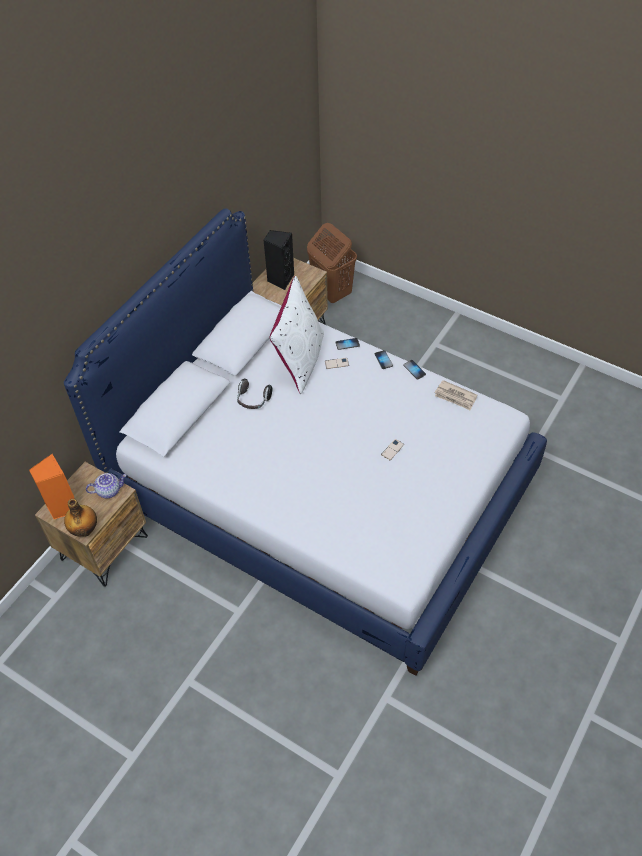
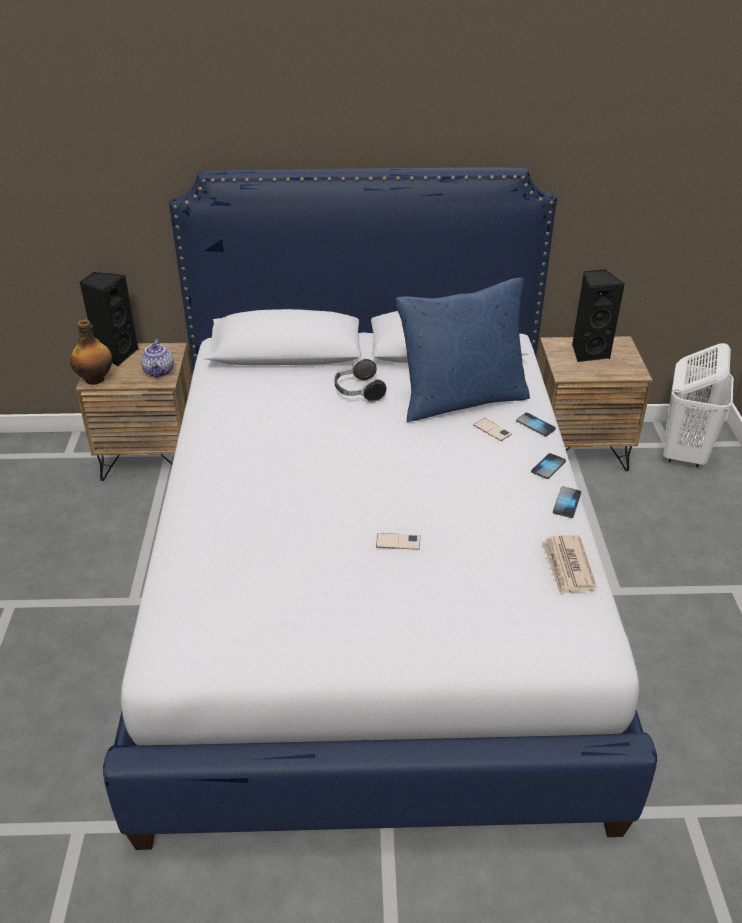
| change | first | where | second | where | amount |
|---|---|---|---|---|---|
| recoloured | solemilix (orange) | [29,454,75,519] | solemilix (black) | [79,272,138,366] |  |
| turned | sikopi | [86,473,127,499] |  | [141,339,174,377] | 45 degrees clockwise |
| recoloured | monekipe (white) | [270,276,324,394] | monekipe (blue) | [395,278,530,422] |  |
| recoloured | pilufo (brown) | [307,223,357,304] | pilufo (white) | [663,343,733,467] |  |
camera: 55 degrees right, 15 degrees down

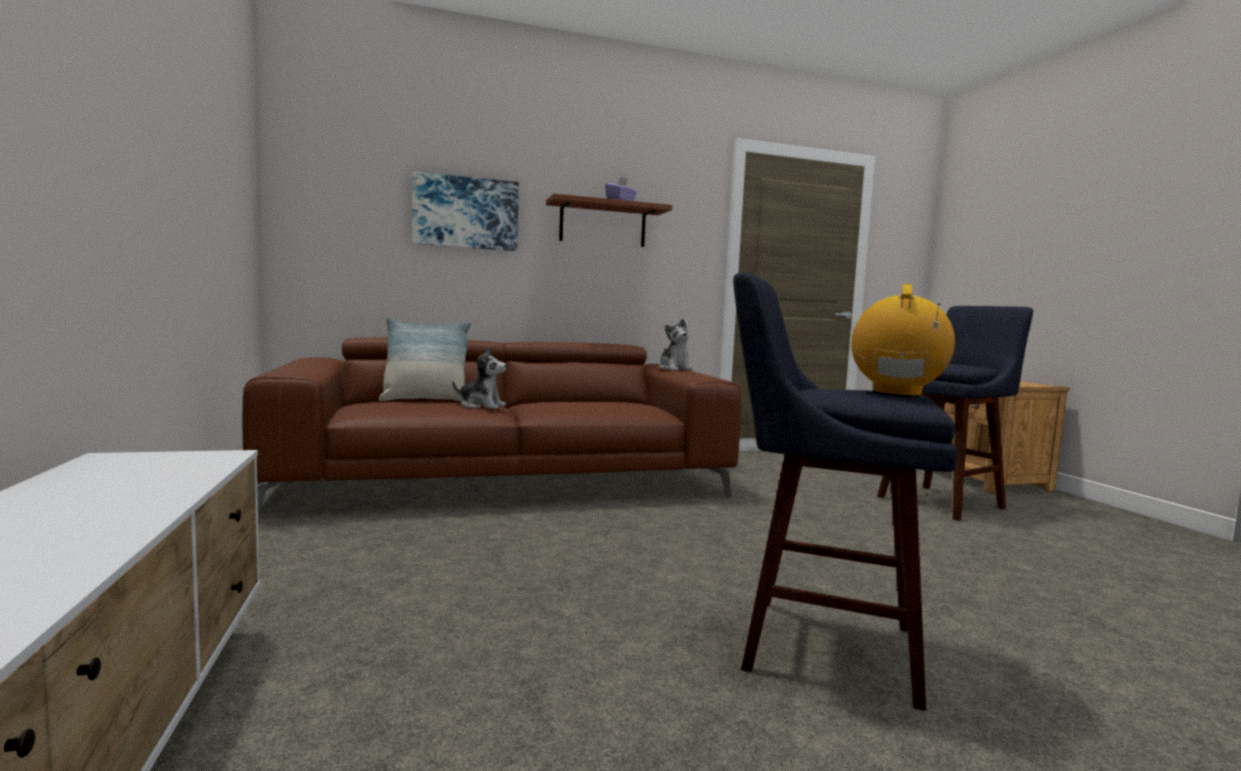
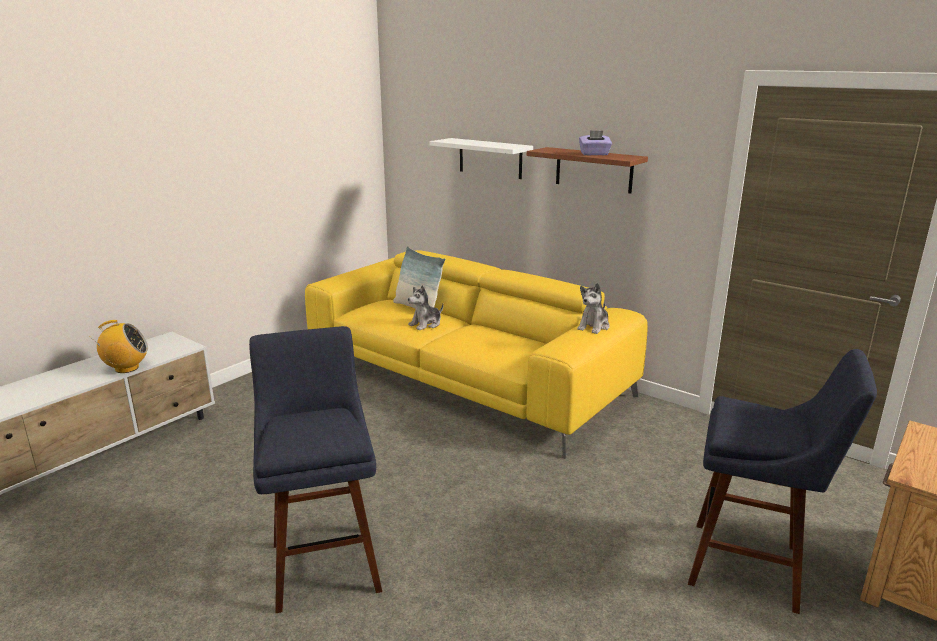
| change | first | where | second | where | amount |
|---|---|---|---|---|---|
| recoloured | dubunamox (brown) | [242,338,741,518] | dubunamox (yellow) | [305,250,648,459] |  |
| replaced | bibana | [412,172,519,251] | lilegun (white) | [429,138,533,179] |  |
| turned | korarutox | [452,346,507,409] |  | [408,285,443,330] | 75 degrees clockwise |
| moved | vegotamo | [851,284,955,397] |  | [93,320,148,373] |  |
camera: 55 degrees right, 15 degrees up

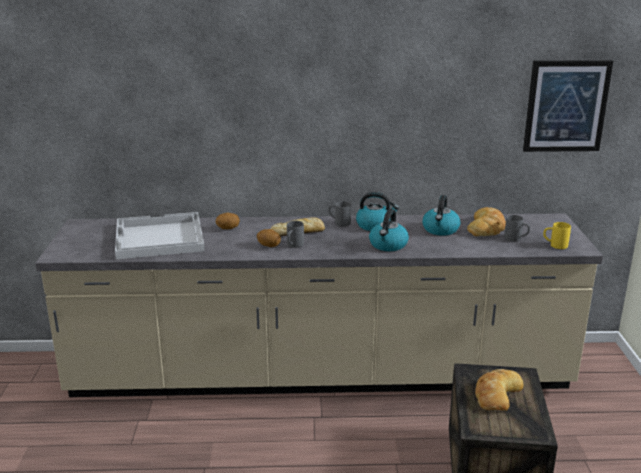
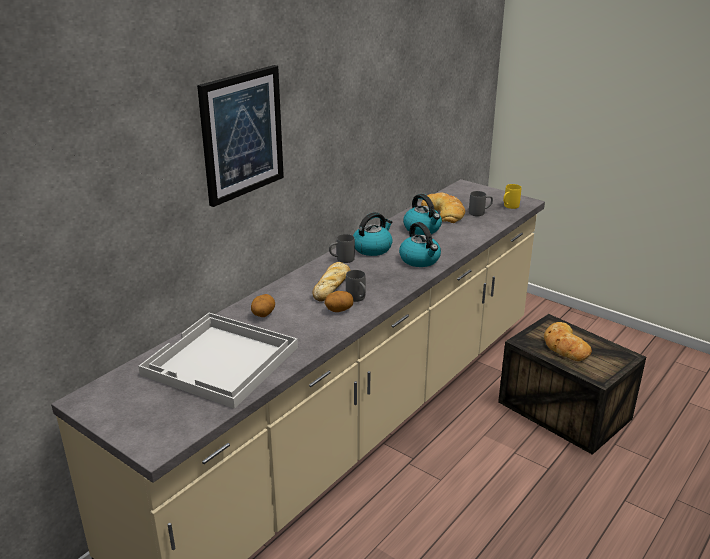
| change | first | where | second | where | amount |
|---|---|---|---|---|---|
| moved | bibana | [523,60,613,152] |  | [197,65,284,207] |  |
camera: 50 degrees left, 5 degrees up

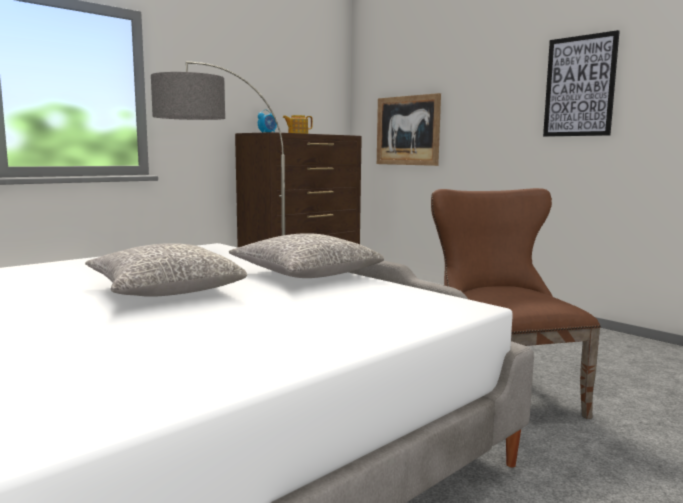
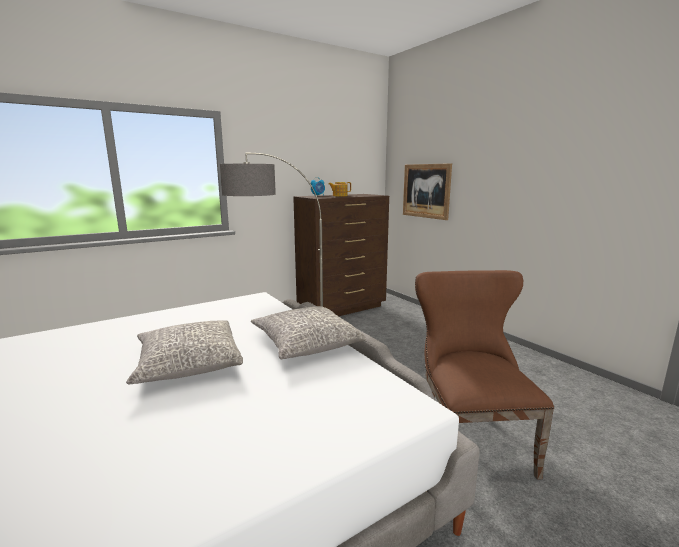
| change | first | where | second | where | amount |
|---|---|---|---|---|---|
| removed | bibana | [543,30,620,137] |  |  |  |
camera: 10 degrees right, 5 degrees up

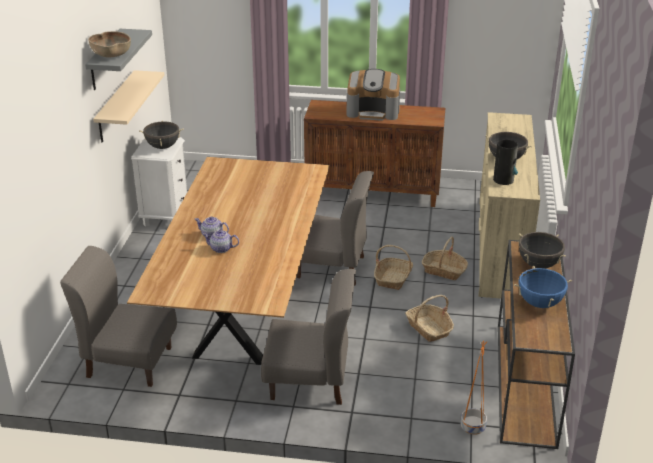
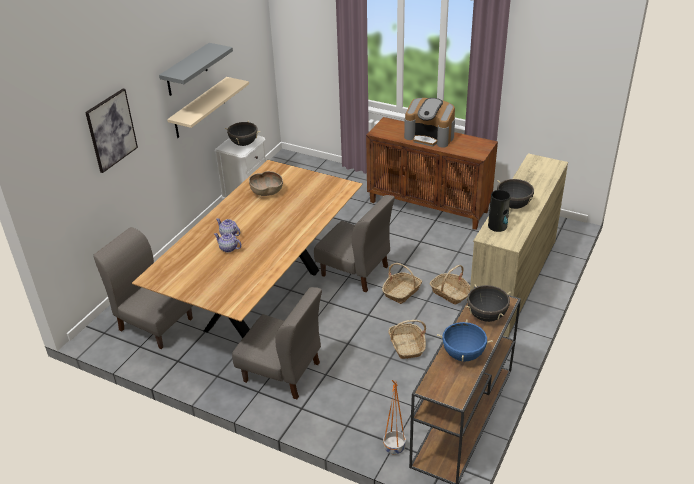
| change | first | where | second | where | amount |
|---|---|---|---|---|---|
| moved | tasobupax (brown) | [88,31,131,58] |  | [249,171,283,196] |  |
| added |  |  | bibana | [85,89,138,173] |  |
camera: 20 degrees right, 5 degrees up

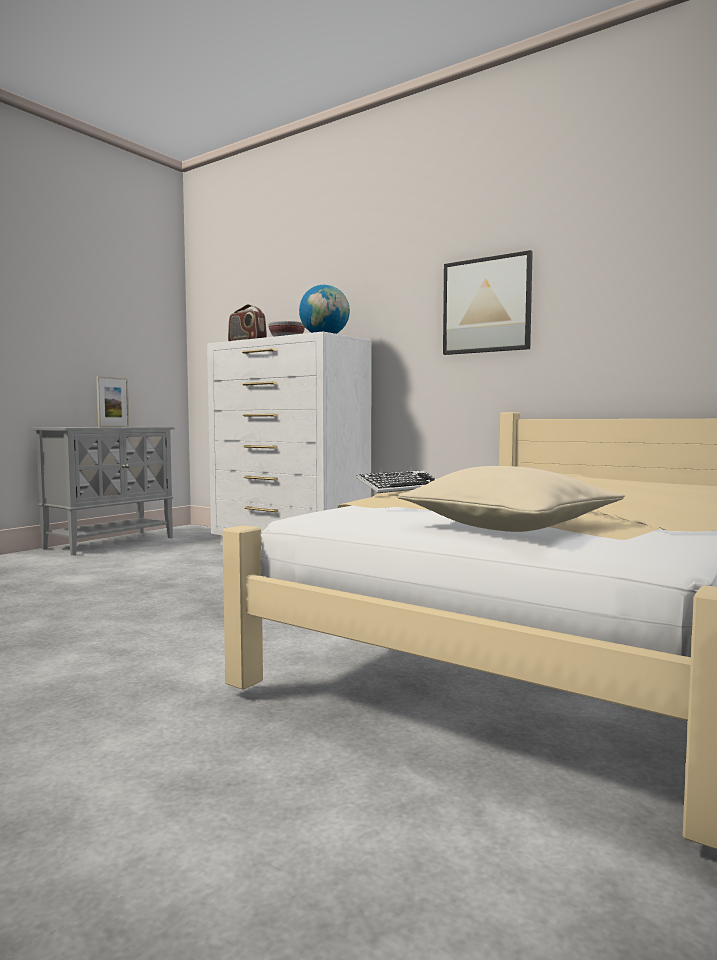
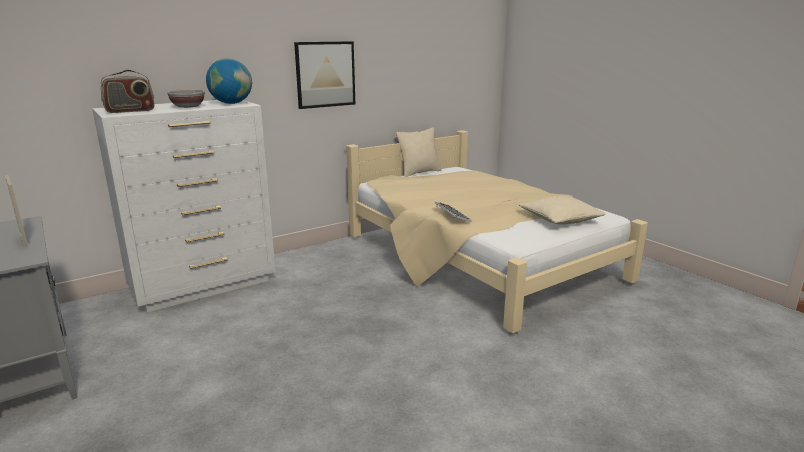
| change | first | where | second | where | amount |
|---|---|---|---|---|---|
| added |  |  | monekipe (beige) | [396,127,442,177] |  |
camera: 70 degrees left, 15 degrees up

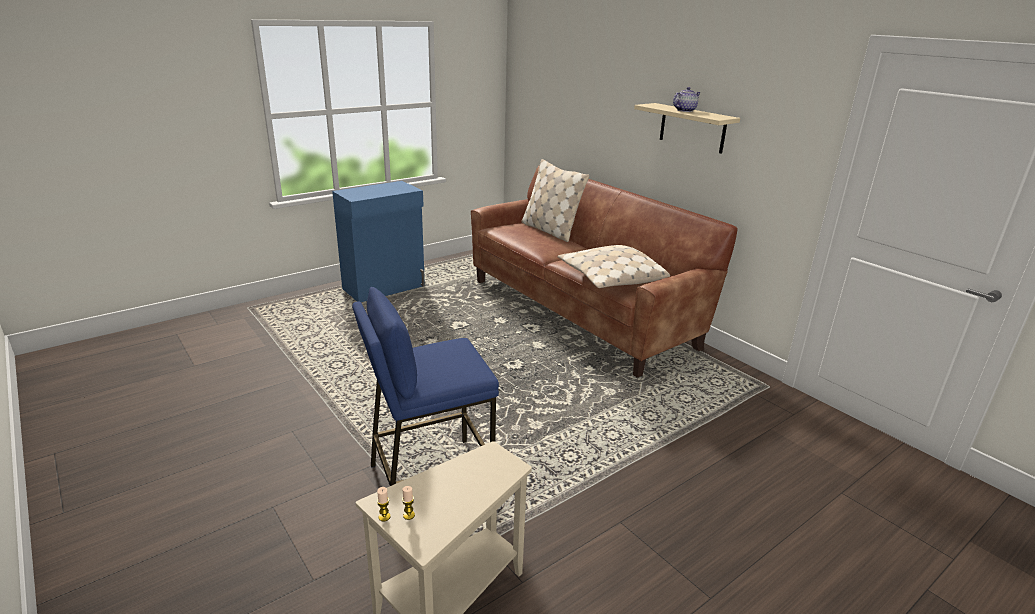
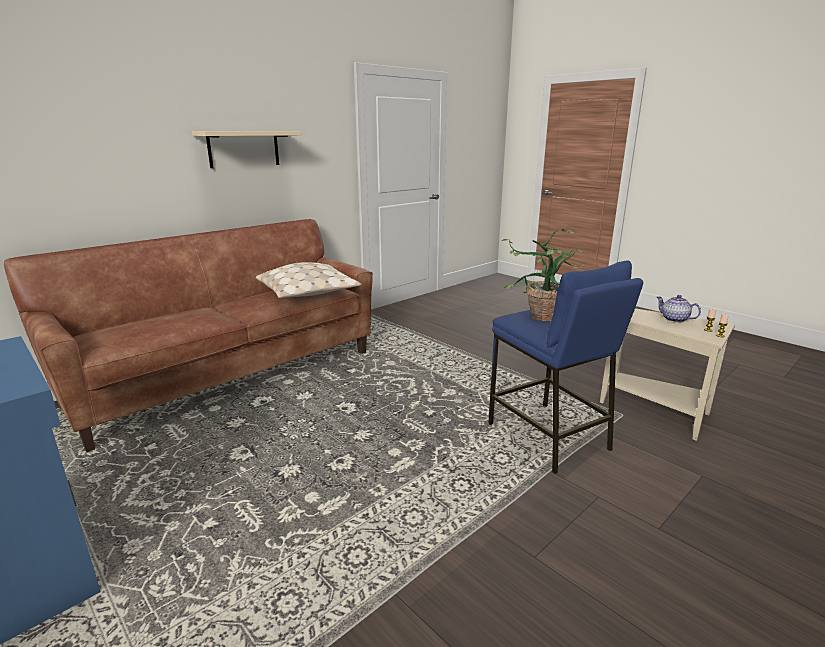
| change | first | where | second | where | amount |
|---|---|---|---|---|---|
| removed | monekipe (beige) | [521,159,589,242] |  |  |  |
| moved | sikopi | [673,87,701,112] |  | [657,295,701,323] |  |
| added |  |  | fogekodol | [502,229,585,321] |  |
camera: 95 degrees left, 5 degrees down

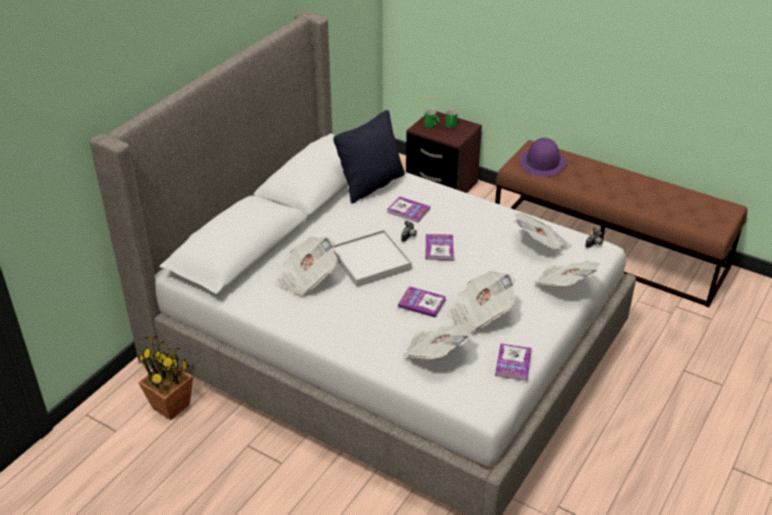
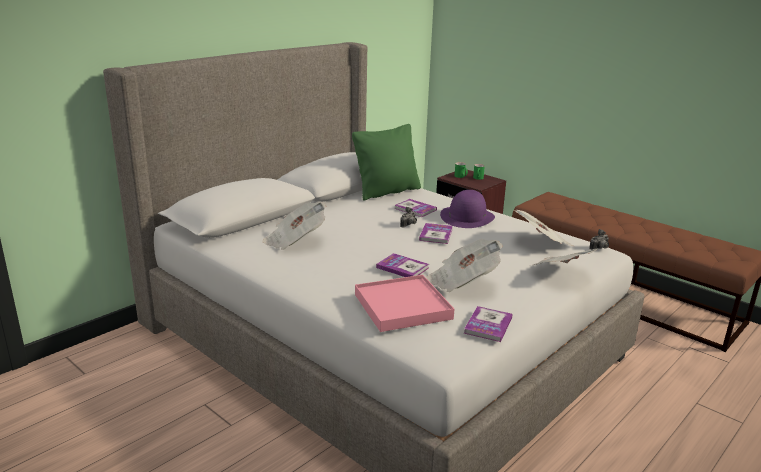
| change | first | where | second | where | amount |
|---|---|---|---|---|---|
| removed | fogekodol | [138,336,193,420] |  |  |  |
| recoloured | monekipe (black) | [333,110,405,204] | monekipe (green) | [352,124,421,200] |  |
| removed | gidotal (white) | [333,230,412,287] |  |  |  |
| replaced | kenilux | [403,324,471,359] | gidotal (pink) | [355,275,454,332] |  |
| moved | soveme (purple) | [519,138,567,177] |  | [440,190,495,228] |  |
camera: 10 degrees right, 15 degrees down

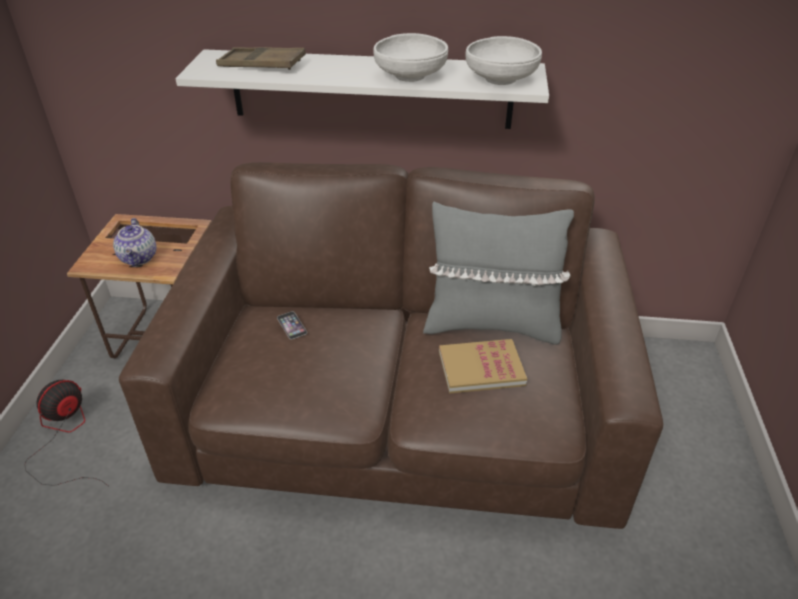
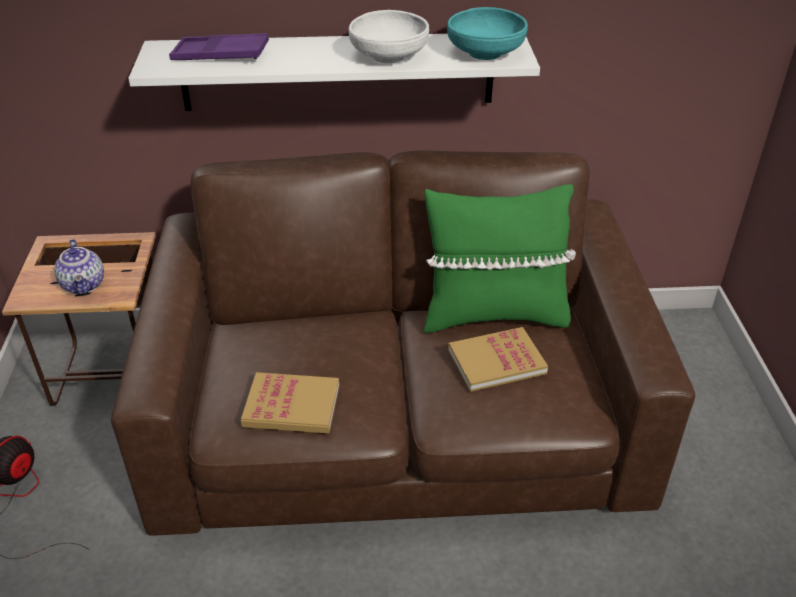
| change | first | where | second | where | amount |
|---|---|---|---|---|---|
| recoloured | gidotal (brown) | [216,47,306,70] | gidotal (purple) | [169,33,269,60] |  |
| removed | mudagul | [277,311,307,339] |  |  |  |
| recoloured | monekipe (grey) | [423,201,574,345] | monekipe (green) | [424,184,576,333] |  |
| recoloured | tasobupax (white) | [466,36,542,85] | tasobupax (turquoise) | [447,7,528,60] |  |
| added |  |  | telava | [241,372,339,433] |  |
camera: 10 degrees left, 0 degrees up

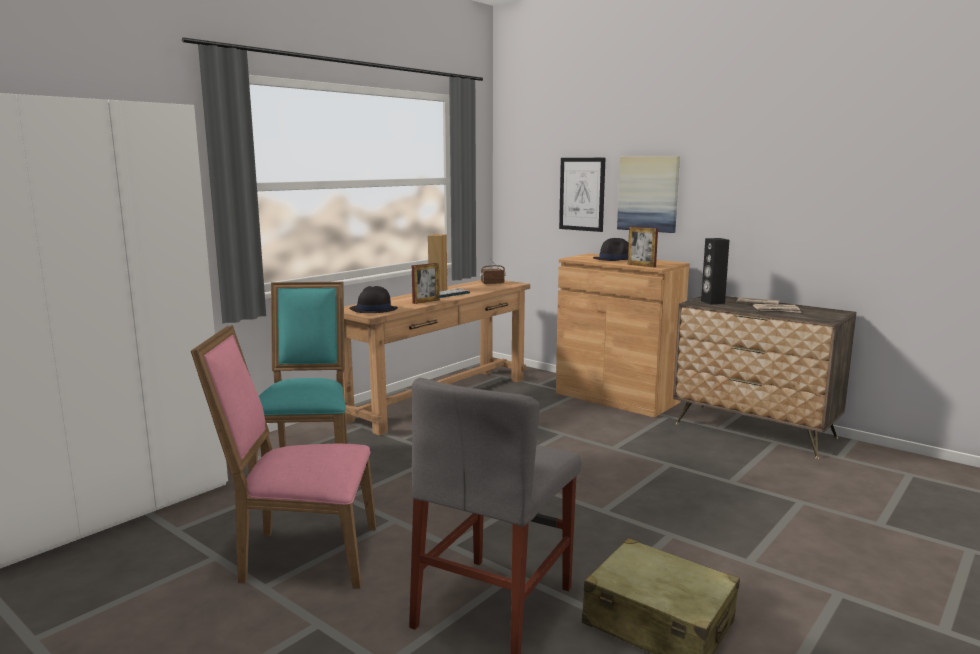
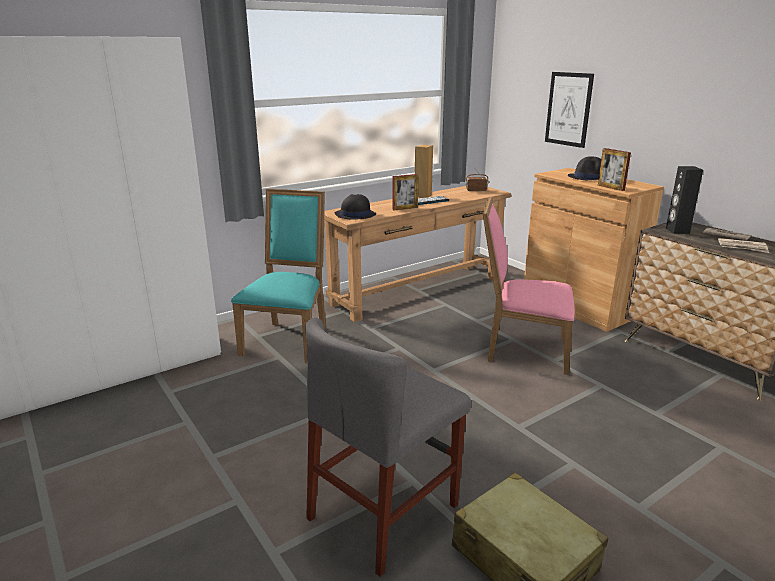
| change | first | where | second | where | amount |
|---|---|---|---|---|---|
| moved | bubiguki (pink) | [191,325,376,589] |  | [483,197,575,375] |  |
| removed | bibana | [617,156,680,233] |  |  |  |
camera: 15 degrees right, 10 degrees up

